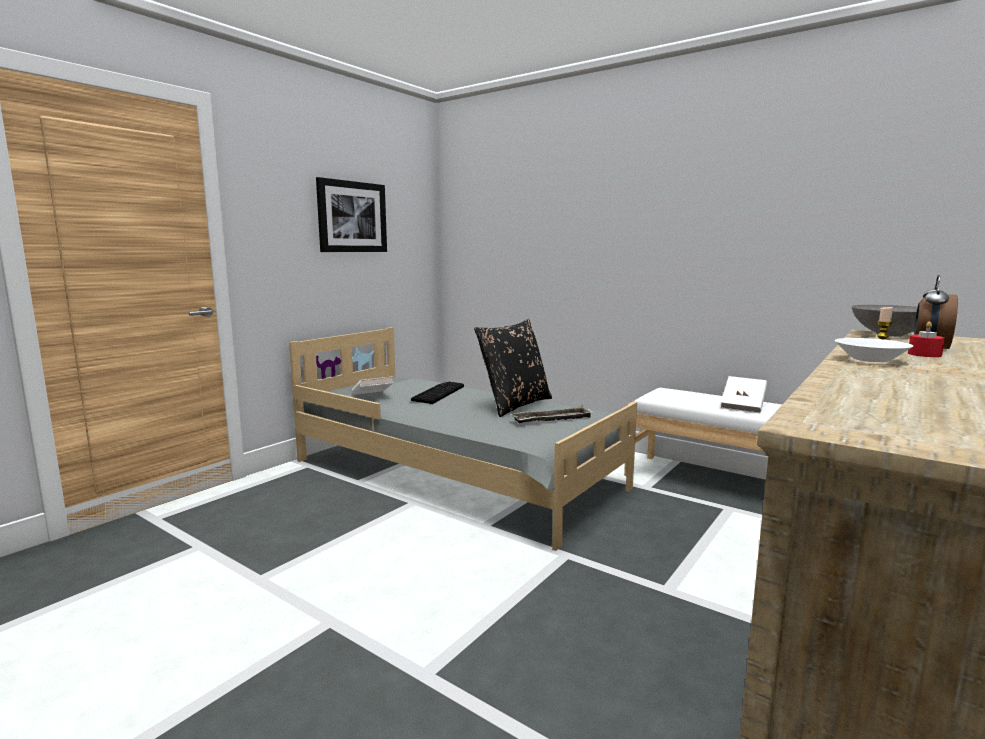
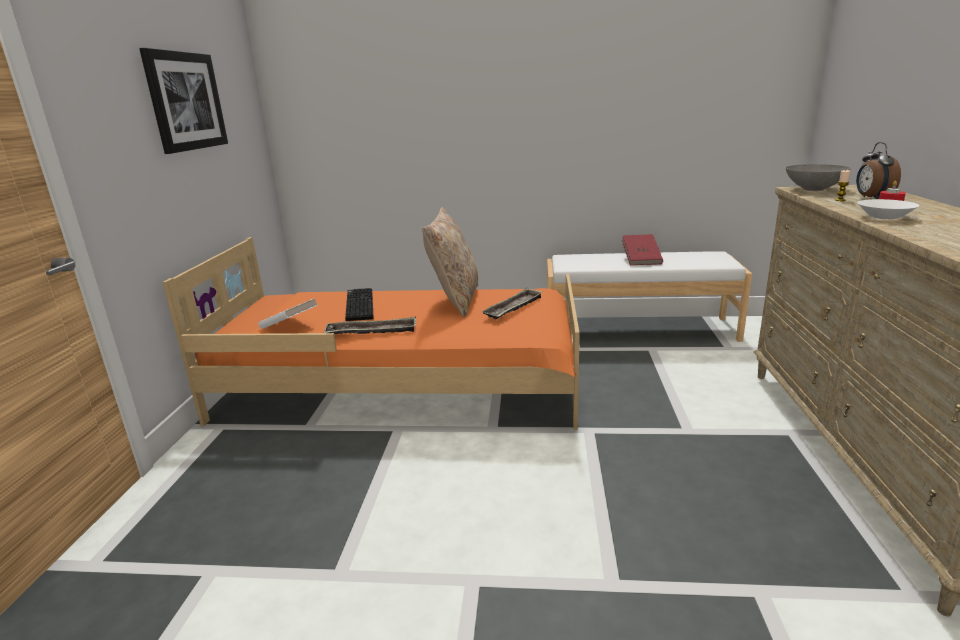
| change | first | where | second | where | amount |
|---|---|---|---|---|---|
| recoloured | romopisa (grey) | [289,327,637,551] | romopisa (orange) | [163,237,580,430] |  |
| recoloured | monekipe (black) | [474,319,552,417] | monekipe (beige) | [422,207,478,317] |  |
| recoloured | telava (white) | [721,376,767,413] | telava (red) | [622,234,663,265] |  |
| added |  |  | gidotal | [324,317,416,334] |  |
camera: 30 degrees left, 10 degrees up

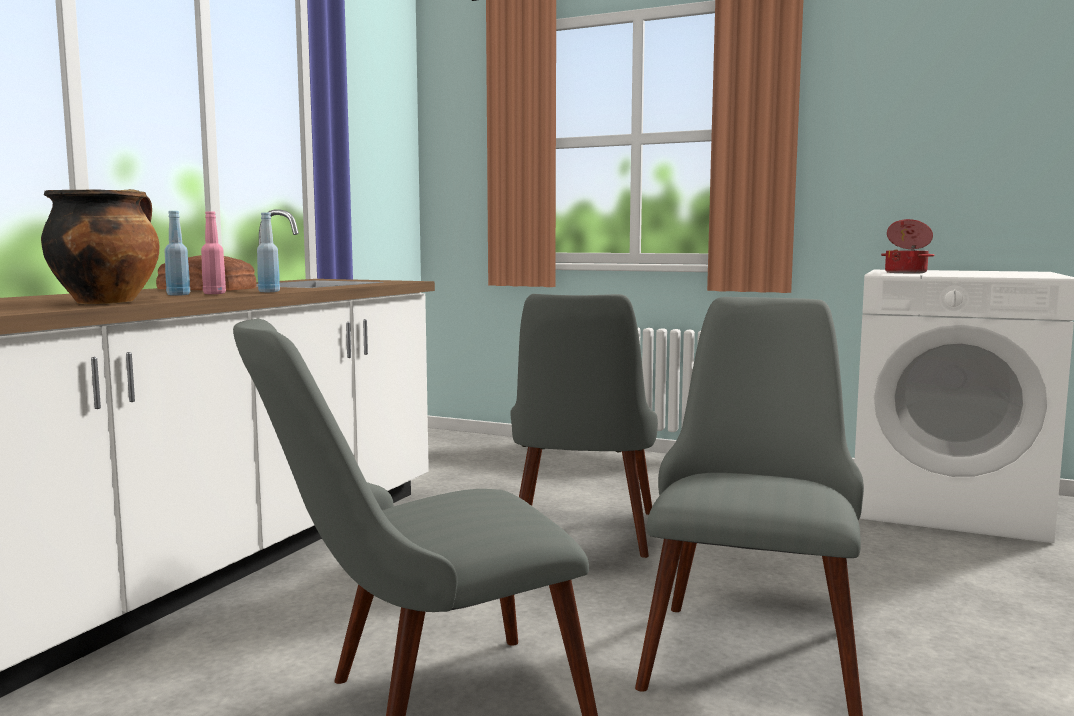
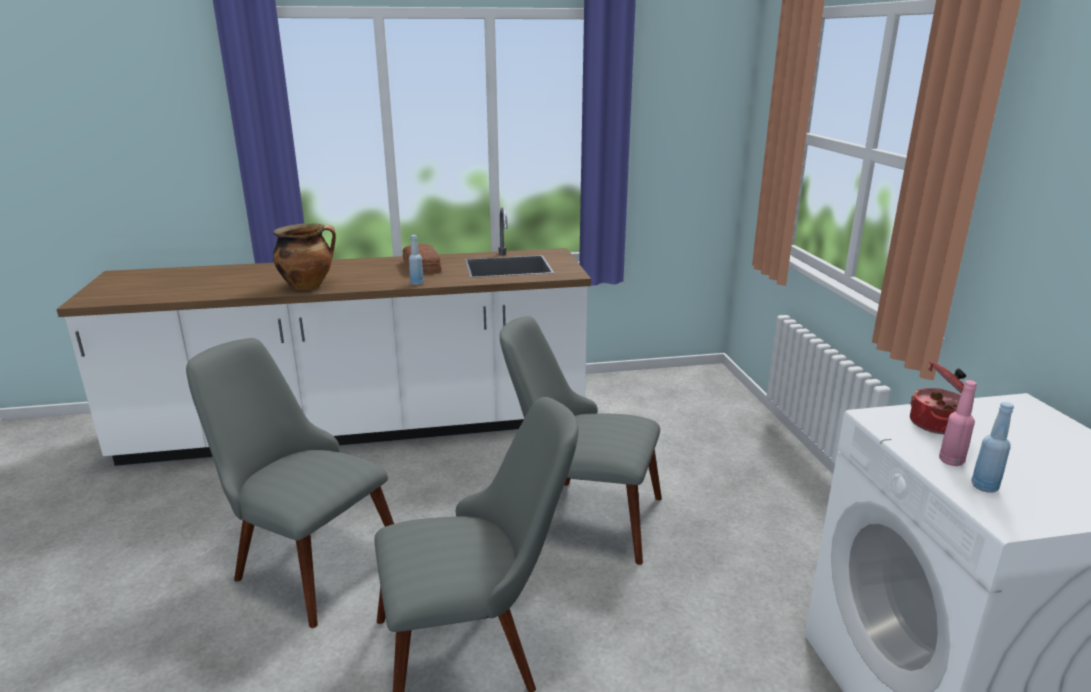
| change | first | where | second | where | amount |
|---|---|---|---|---|---|
| moved | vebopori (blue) | [164,211,190,296] |  | [971,402,1014,493] |  |
| moved | vebopori (pink) | [201,211,226,294] |  | [939,380,977,466] |  |
| turned | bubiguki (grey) | [511,294,658,558] |  | [500,316,662,565] | 45 degrees clockwise |
camera: 55 degrees right, 15 degrees up

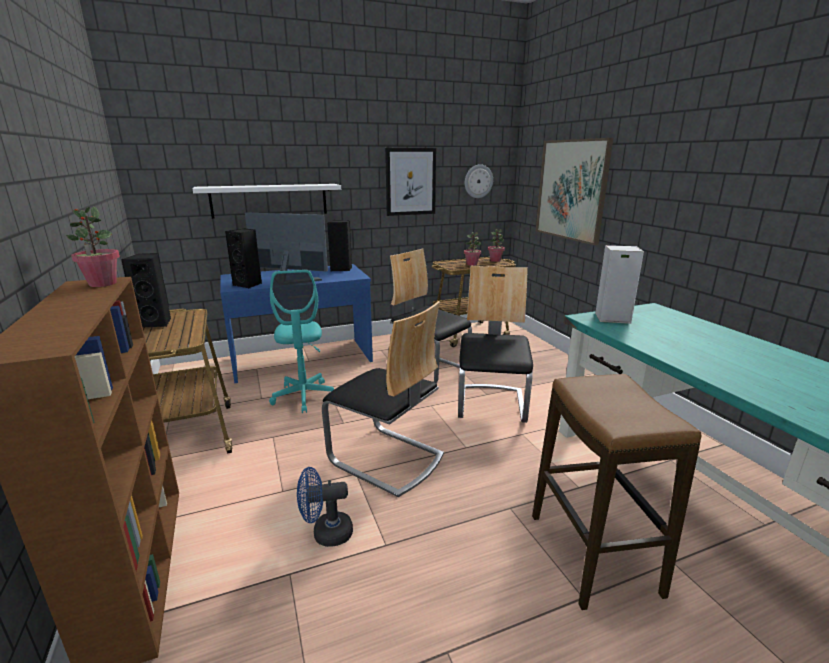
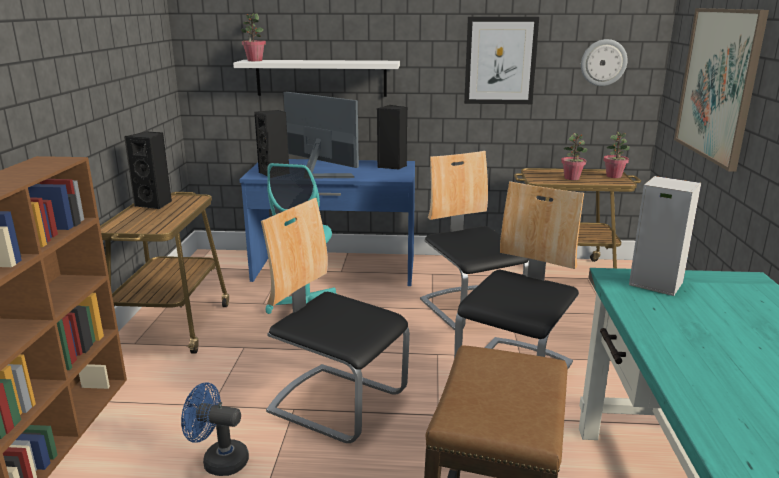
| change | first | where | second | where | amount |
|---|---|---|---|---|---|
| moved | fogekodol | [66,207,120,287] |  | [241,13,266,61] |  |
| turned | bubiguki | [322,301,444,497] |  | [261,198,410,443] | 150 degrees clockwise |
camera: 25 degrees right, 0 degrees up

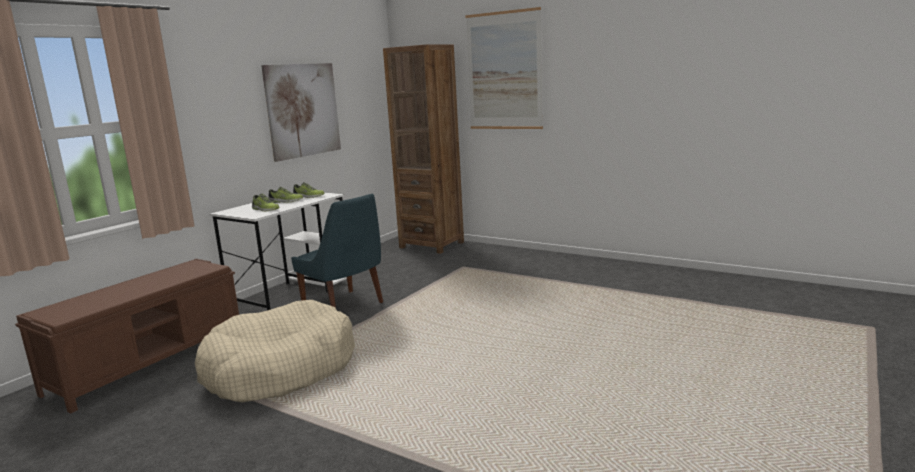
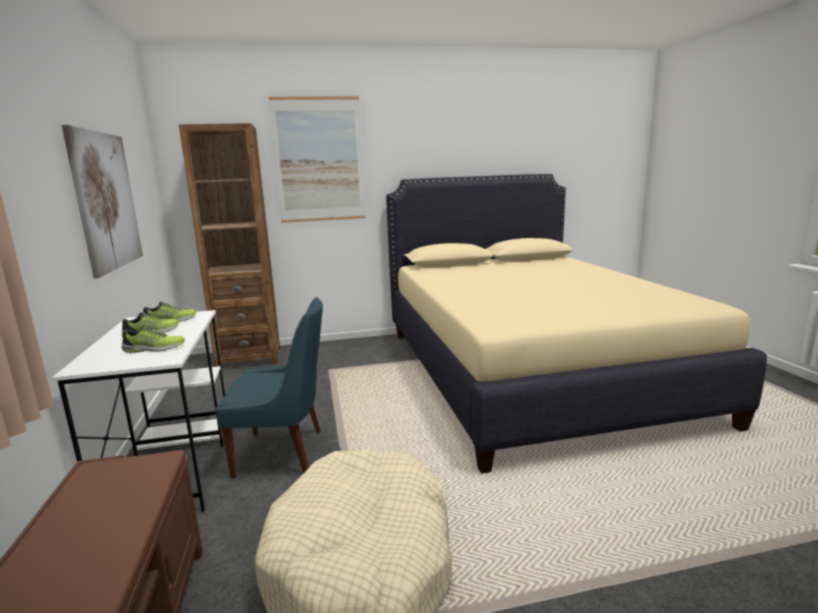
| change | first | where | second | where | amount |
|---|---|---|---|---|---|
| added |  |  | romopisa (beige) | [386,174,767,474] |  |
camera: 45 degrees left, 0 degrees up

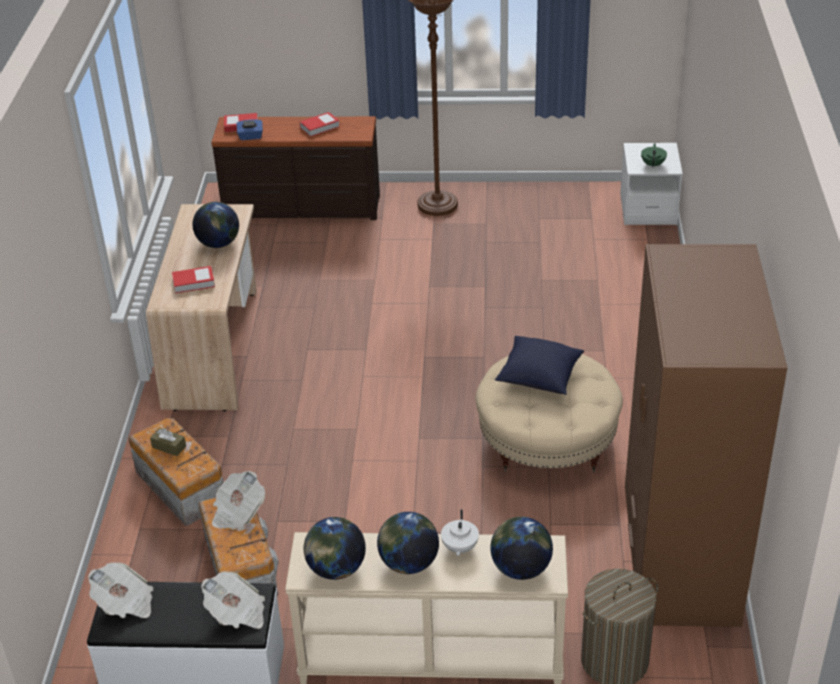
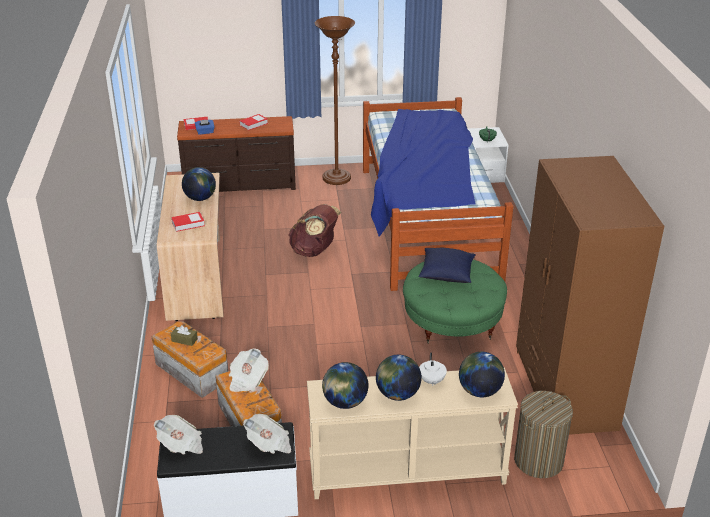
| change | first | where | second | where | amount |
|---|---|---|---|---|---|
| recoloured | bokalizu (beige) | [476,354,623,473] | bokalizu (green) | [403,259,507,344] |  |
| added |  |  | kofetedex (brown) | [288,204,341,257] |  |
| added |  |  | romopisa | [363,97,513,291] |  |
camera: 10 degrees left, 5 degrees down

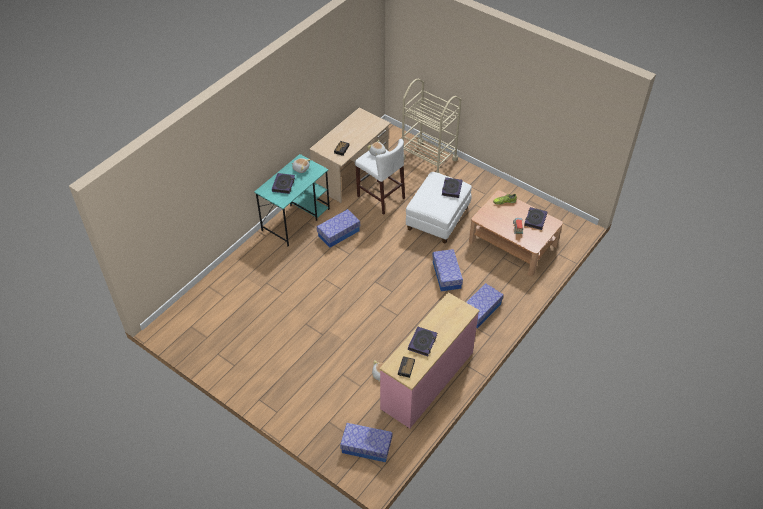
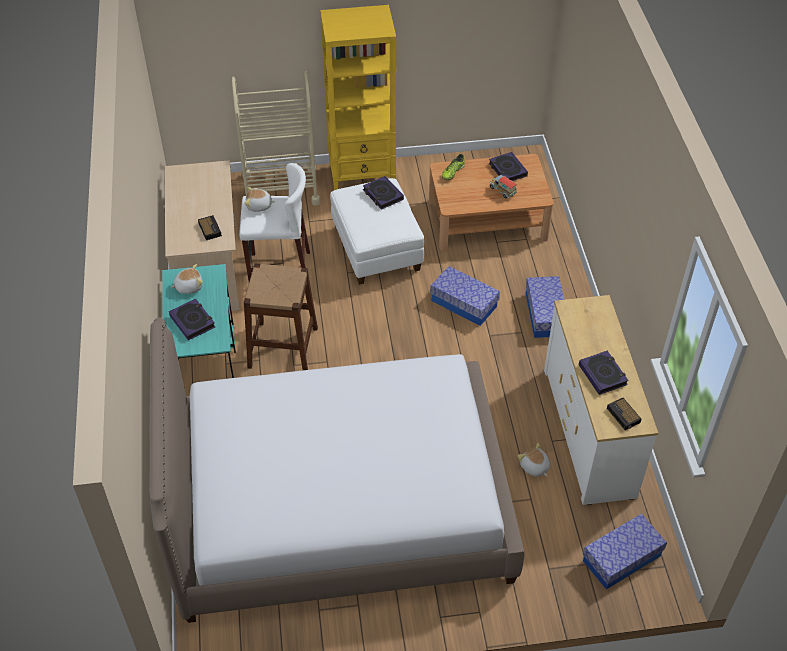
| change | first | where | second | where | amount |
|---|---|---|---|---|---|
| replaced | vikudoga | [317,209,360,248] | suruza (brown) | [244,263,318,370] |  |
| recoloured | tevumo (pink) | [379,292,480,428] | tevumo (white) | [544,295,658,505] |  |
| added |  |  | romopisa | [149,317,525,623] |  |
| added |  |  | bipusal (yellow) | [320,5,396,190] |  |
camera: 45 degrees left, 0 degrees up

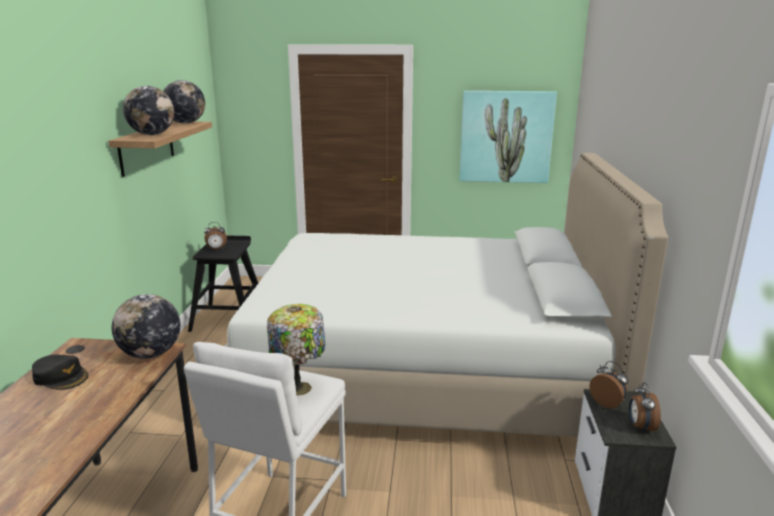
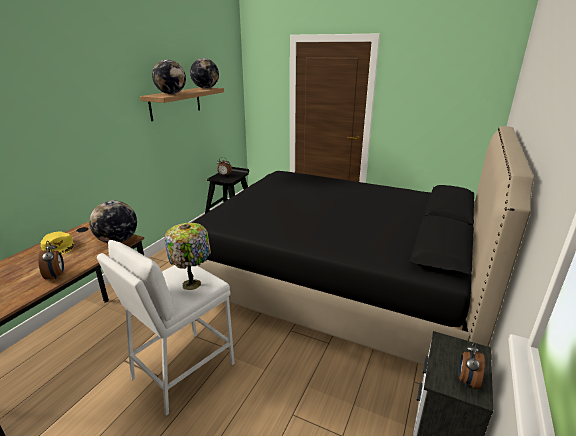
| change | first | where | second | where | amount |
|---|---|---|---|---|---|
| recoloured | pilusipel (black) | [32,354,88,390] | pilusipel (yellow) | [41,232,74,255] |  |
| recoloured | romopisa (white) | [225,153,668,437] | romopisa (black) | [191,126,534,365] |  |
| removed | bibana | [459,91,557,183] |  |  |  |
| moved | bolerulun | [589,361,628,408] |  | [38,241,64,279] |  |
camera: 20 degrees right, 5 degrees up

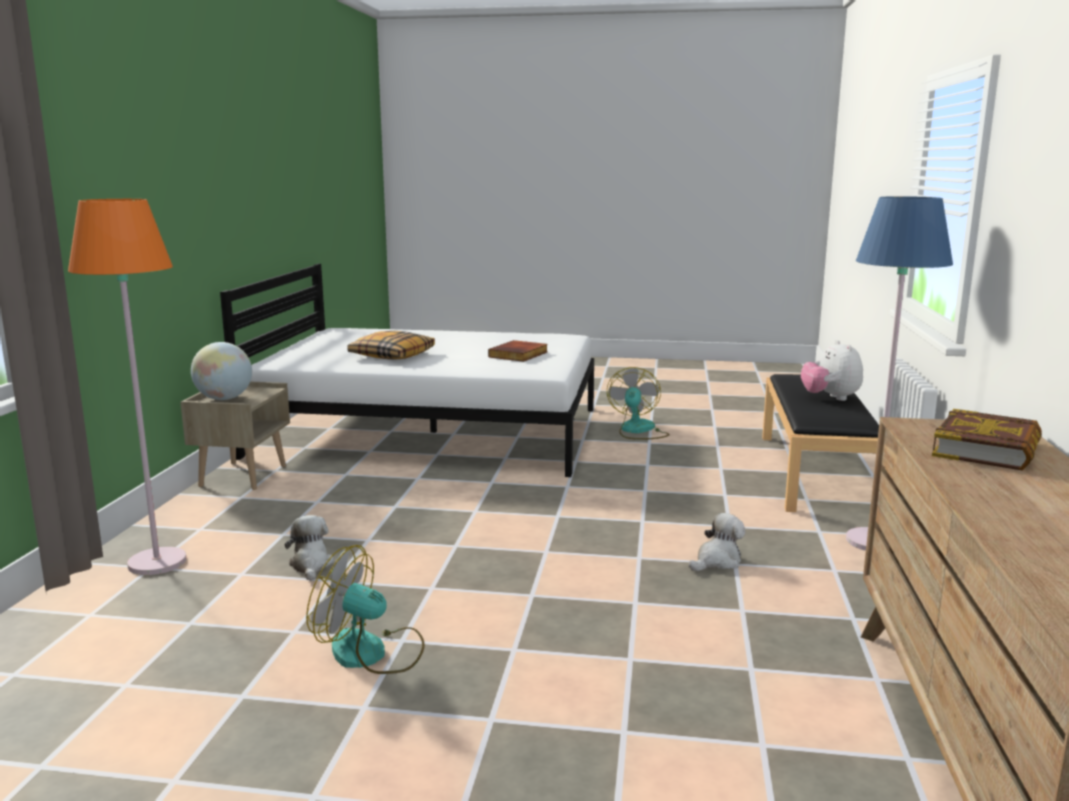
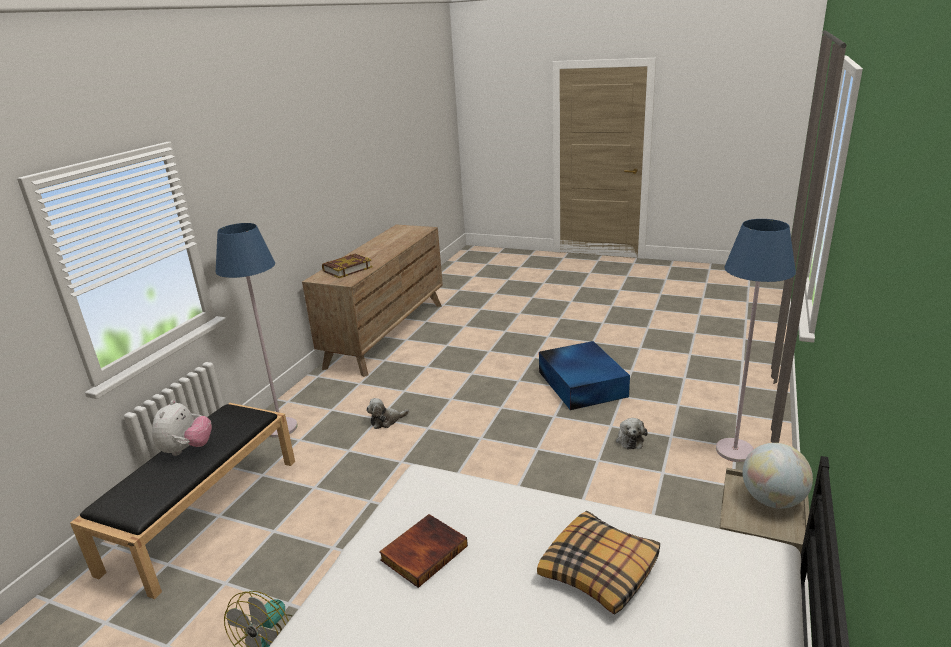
| change | first | where | second | where | amount |
|---|---|---|---|---|---|
| recoloured | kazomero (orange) | [68,199,187,575] | kazomero (blue) | [716,219,796,462] |  |
| replaced | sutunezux | [306,545,425,674] | vikudoga (blue) | [539,341,630,410] |  |
camera: 165 degrees left, 10 degrees up

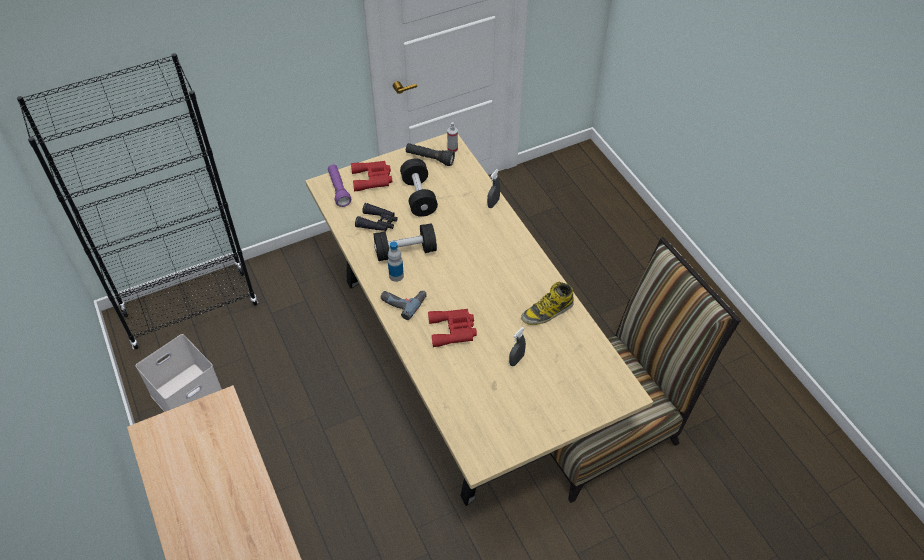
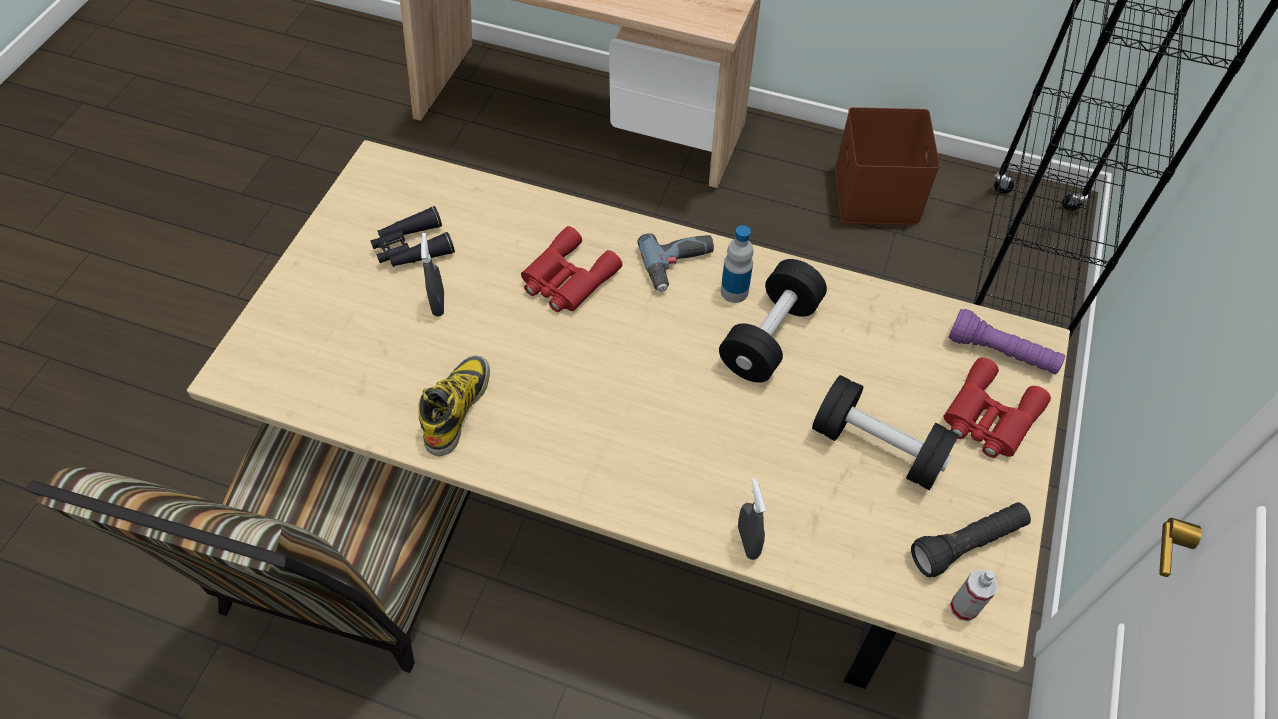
| change | first | where | second | where | amount |
|---|---|---|---|---|---|
| recoloured | vikudoga (white) | [135,334,222,412] | vikudoga (brown) | [835,107,940,225] |  |
| moved | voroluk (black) | [355,203,398,231] |  | [370,206,455,267] |  |
camera: 135 degrees right, 5 degrees up

